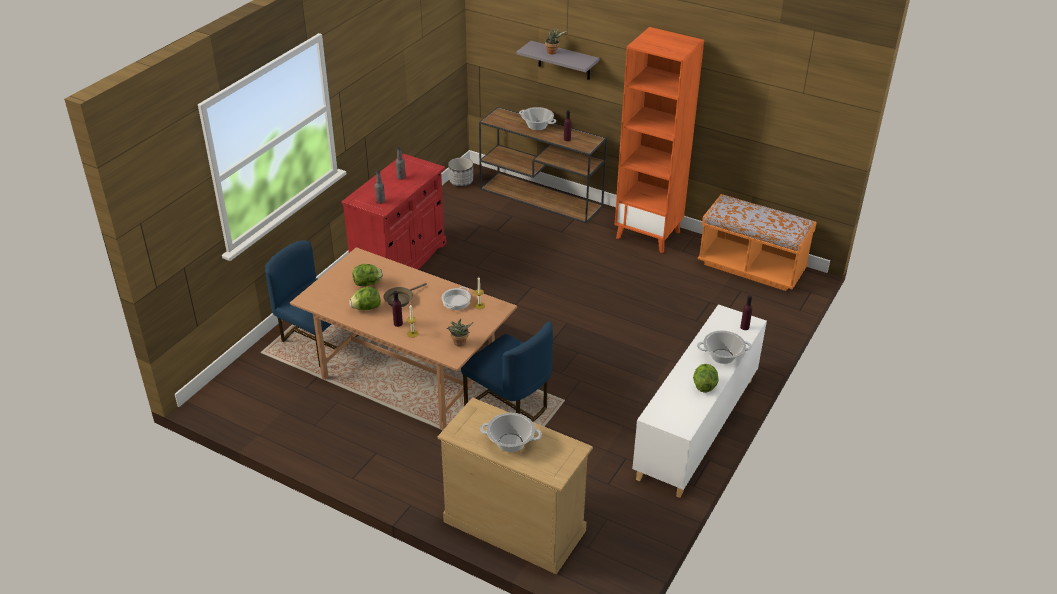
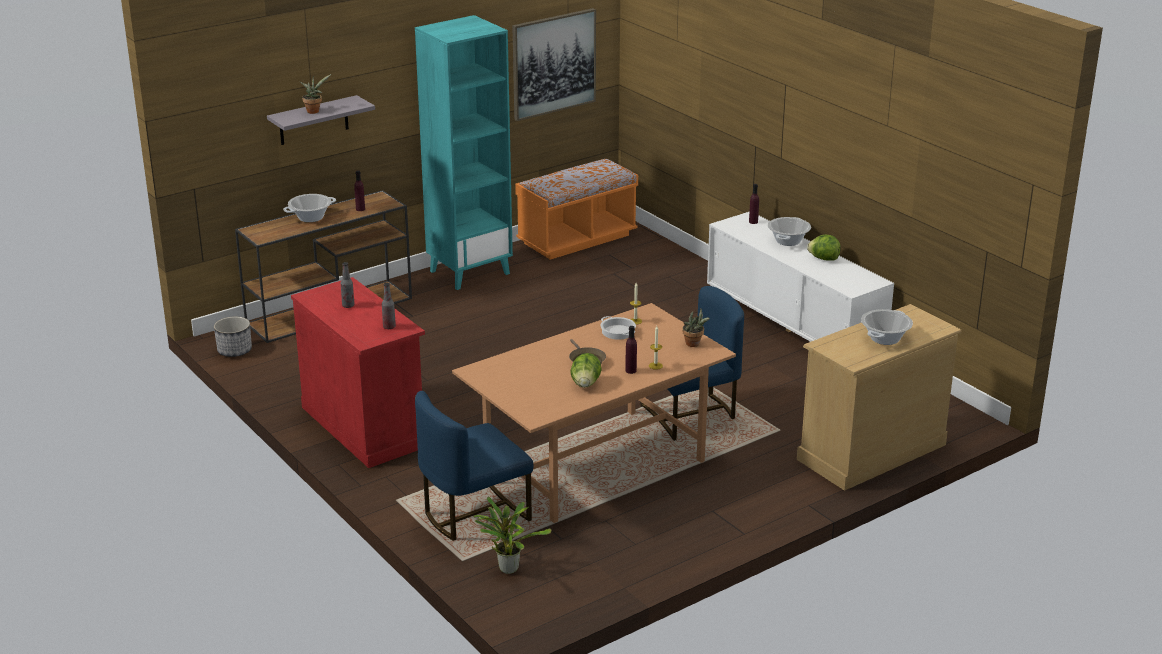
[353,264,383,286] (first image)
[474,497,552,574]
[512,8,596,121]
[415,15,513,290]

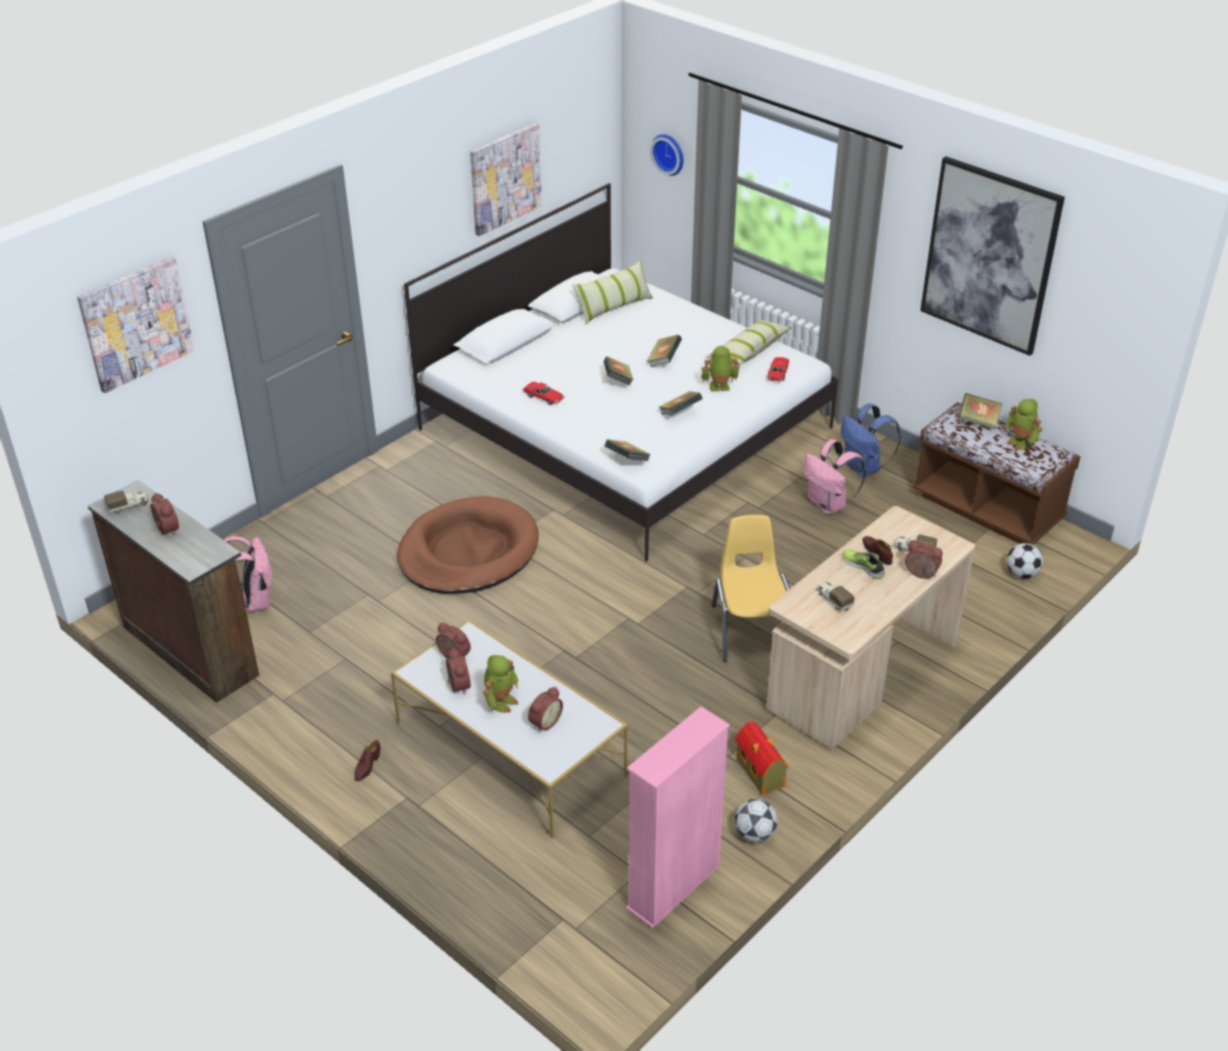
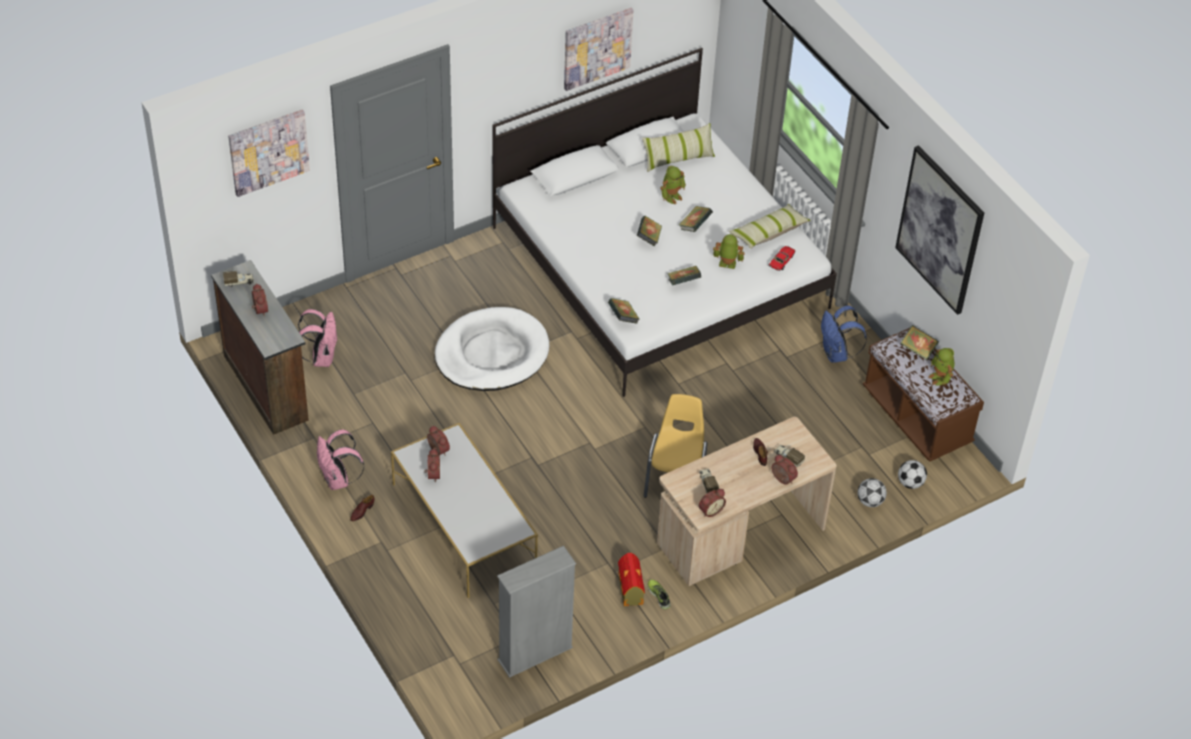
[523,381,564,405] (first image)
[650,134,684,176] (first image)
[660,166,686,204]
[699,489,726,517]
[857,478,887,507]
[317,429,364,490]
[647,579,671,610]
[435,307,549,391]
[497,546,576,678]

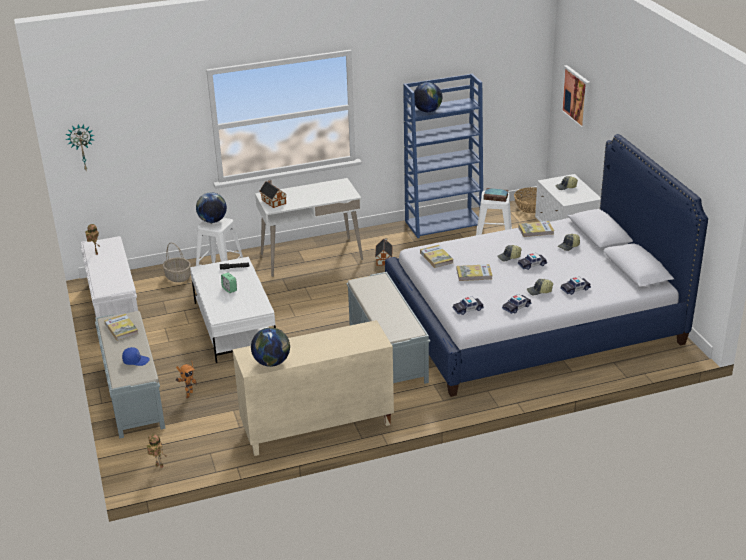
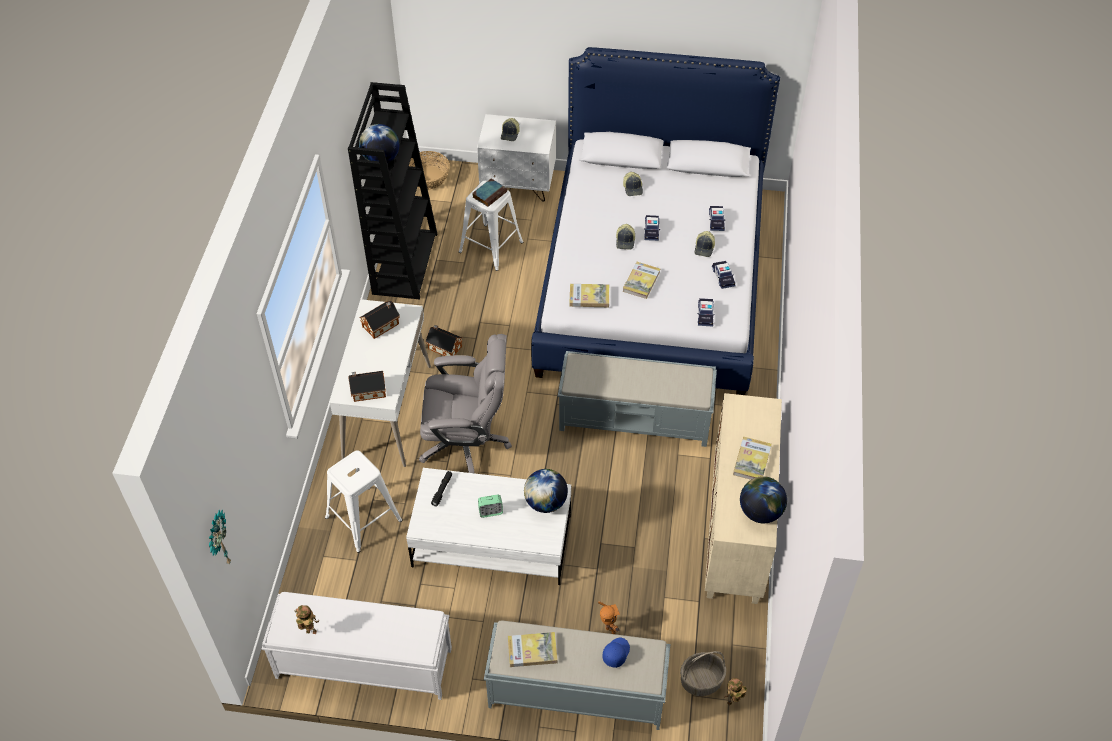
[561,65,590,130] (first image)
[359,301,400,339]
[419,334,512,473]
[680,651,726,696]
[524,469,568,513]
[733,437,772,480]
[348,82,437,300]

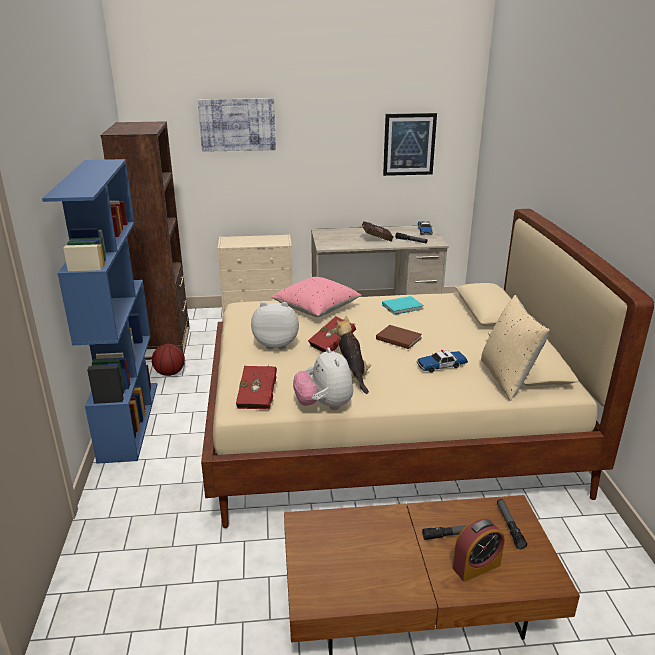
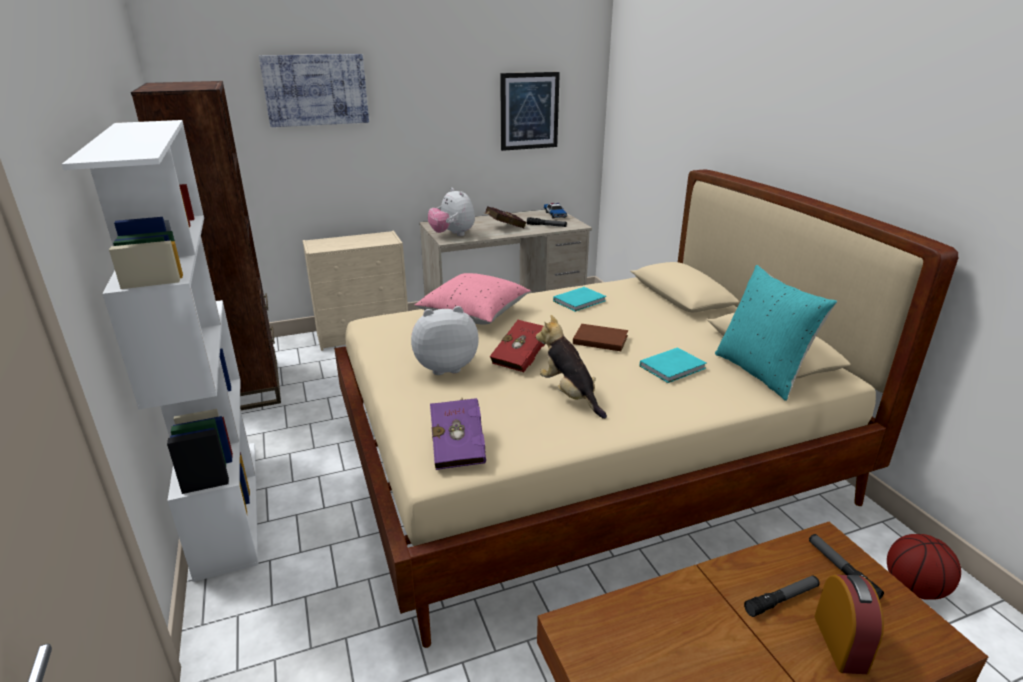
[887,534,961,600]
[428,188,475,236]
[640,347,707,383]
[62,120,258,582]
[430,398,486,470]
[715,265,837,401]
[814,575,884,674]

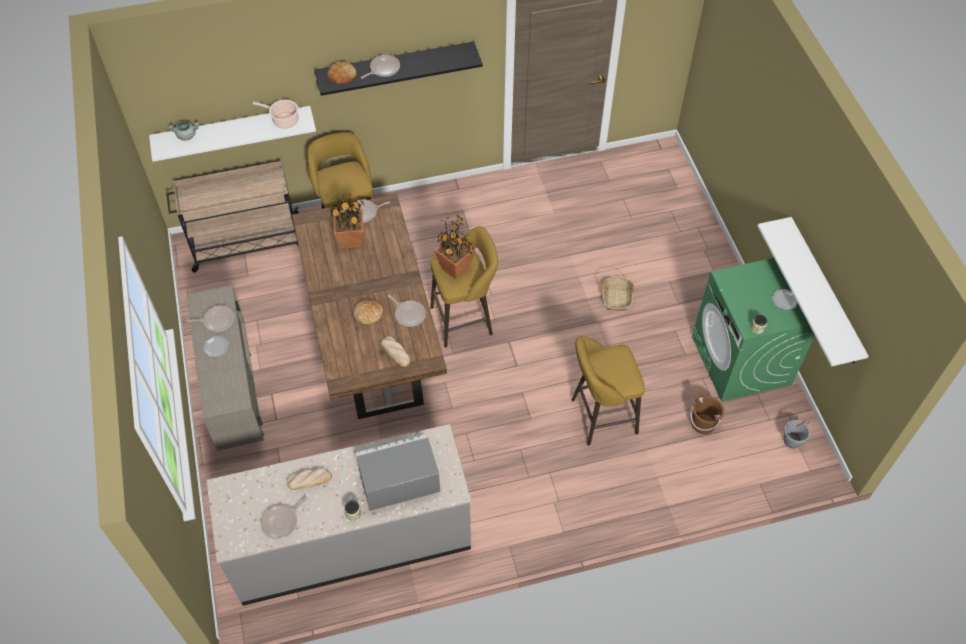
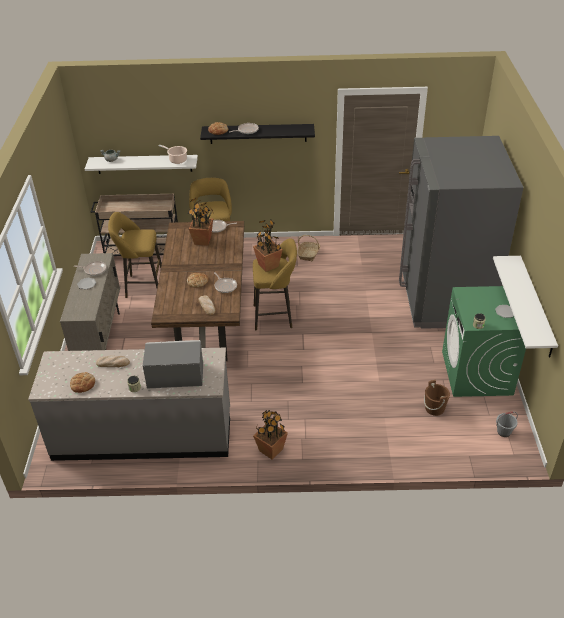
[253,410,288,460]
[399,136,523,329]
[108,212,162,298]
[297,235,320,261]
[70,372,95,393]

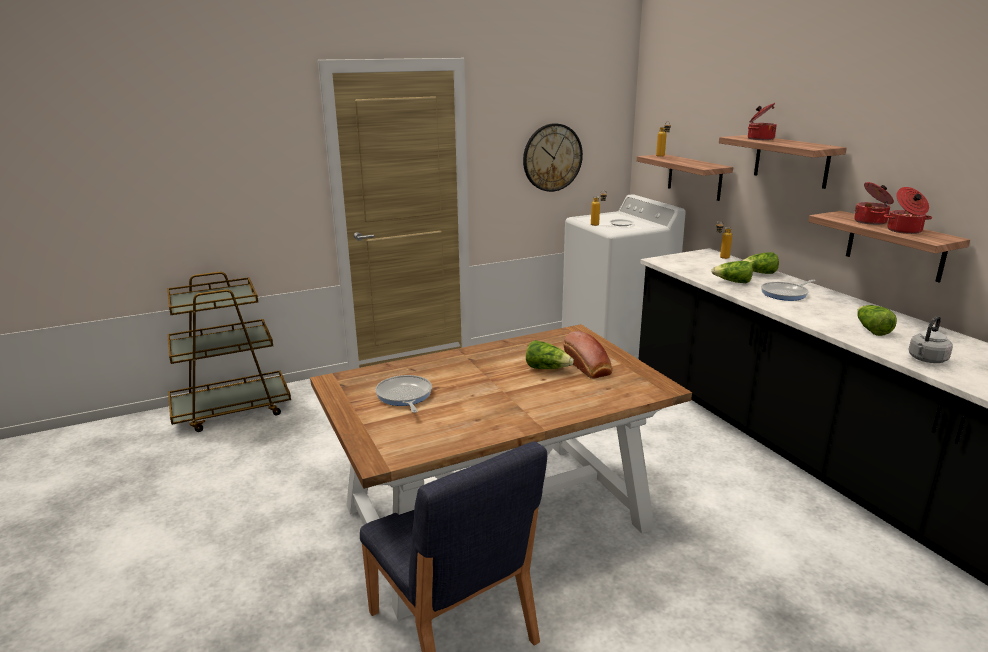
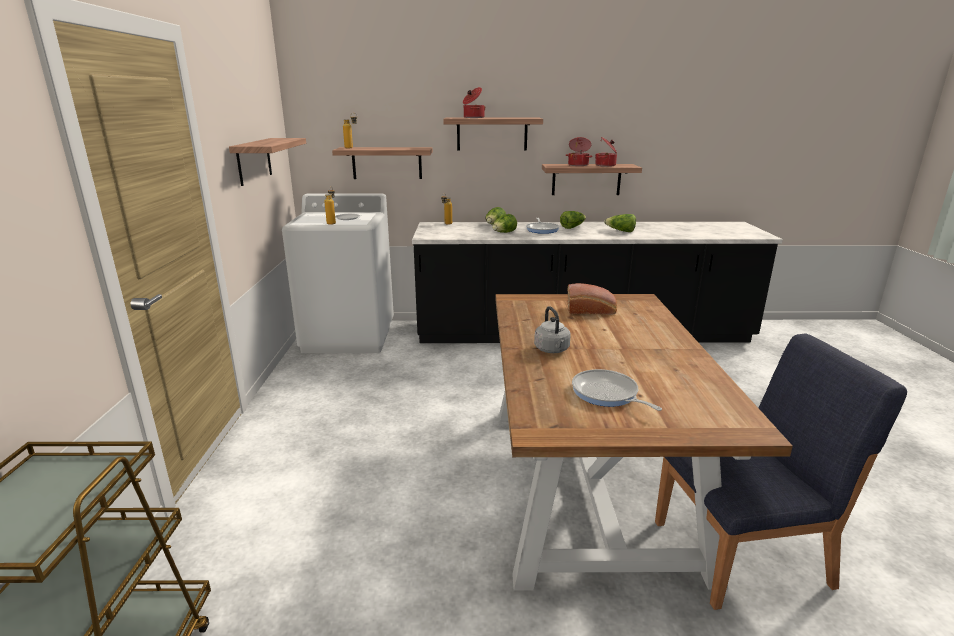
[560,211,586,229]
[534,306,571,353]
[229,138,306,186]
[572,369,662,411]

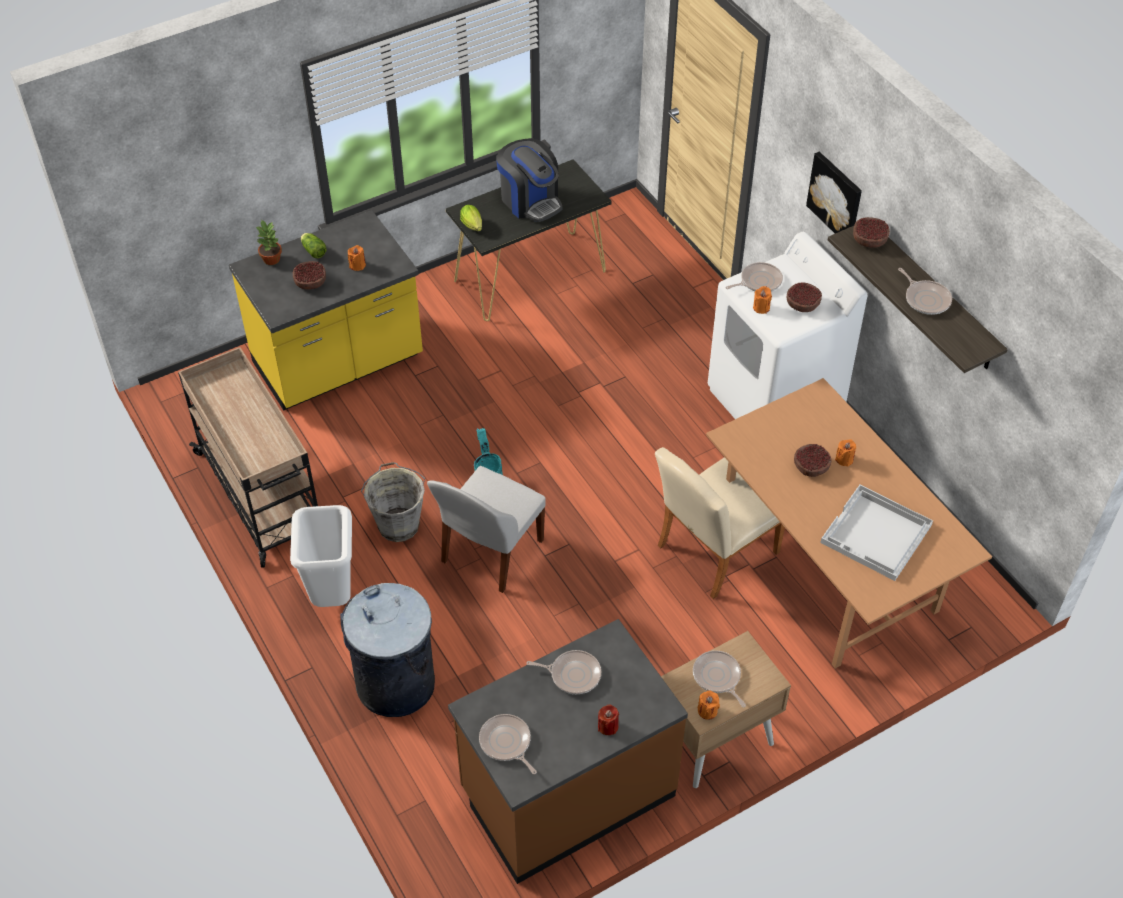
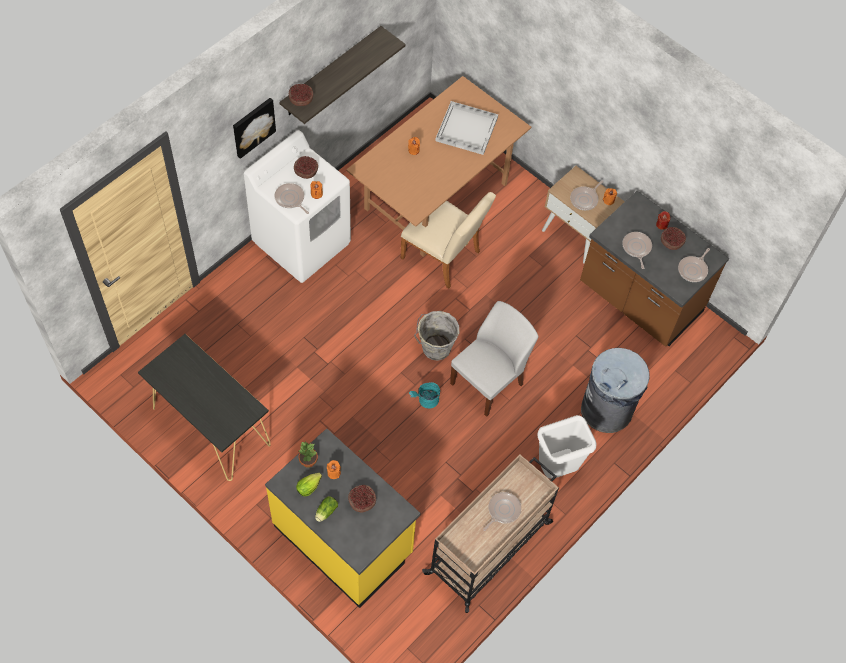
[496,138,562,222] (first image)
[298,442,318,468]
[414,311,459,361]
[296,473,322,497]
[661,227,686,250]
[483,492,521,531]
[450,301,538,417]

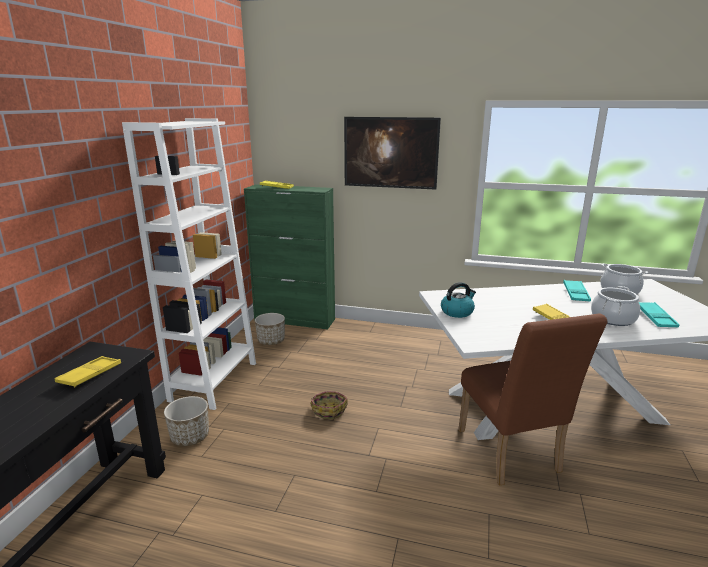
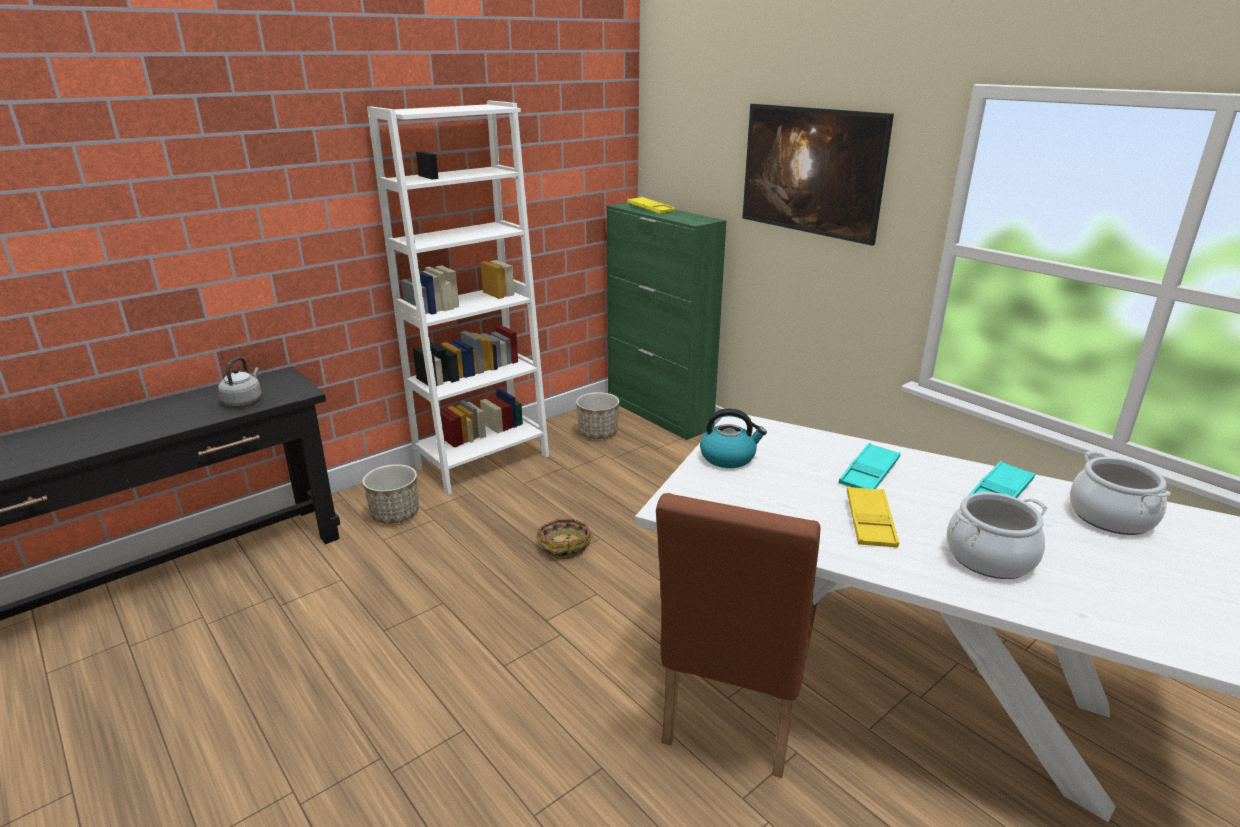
[838,443,901,489]
[218,357,261,406]

